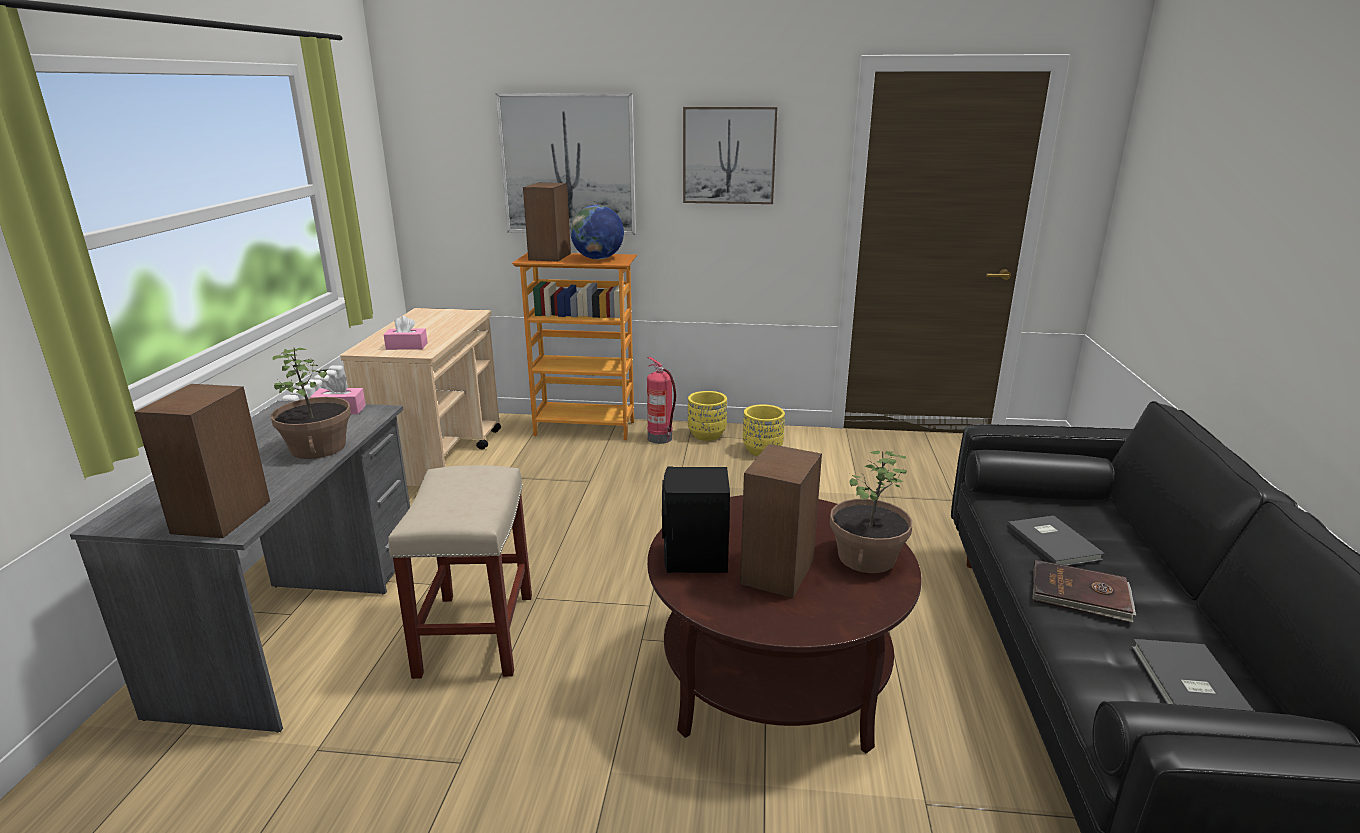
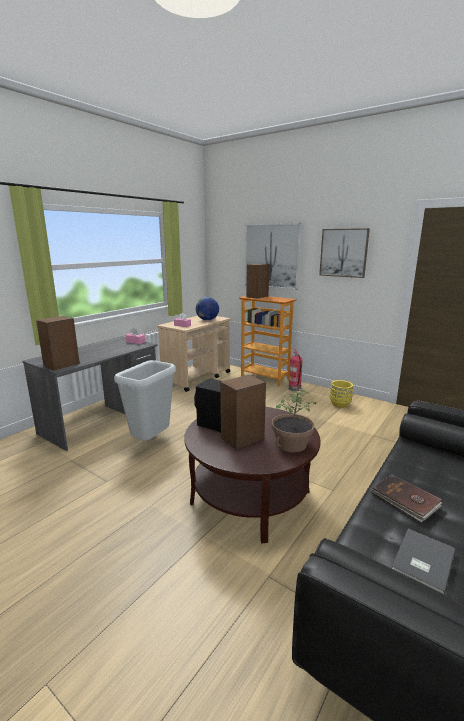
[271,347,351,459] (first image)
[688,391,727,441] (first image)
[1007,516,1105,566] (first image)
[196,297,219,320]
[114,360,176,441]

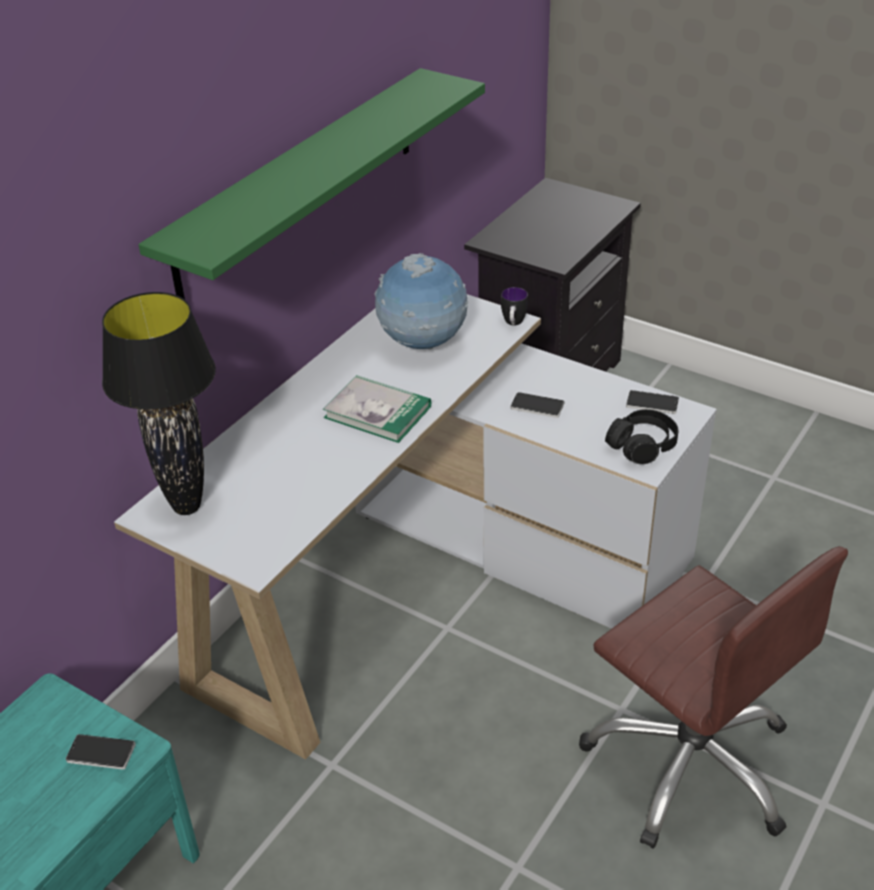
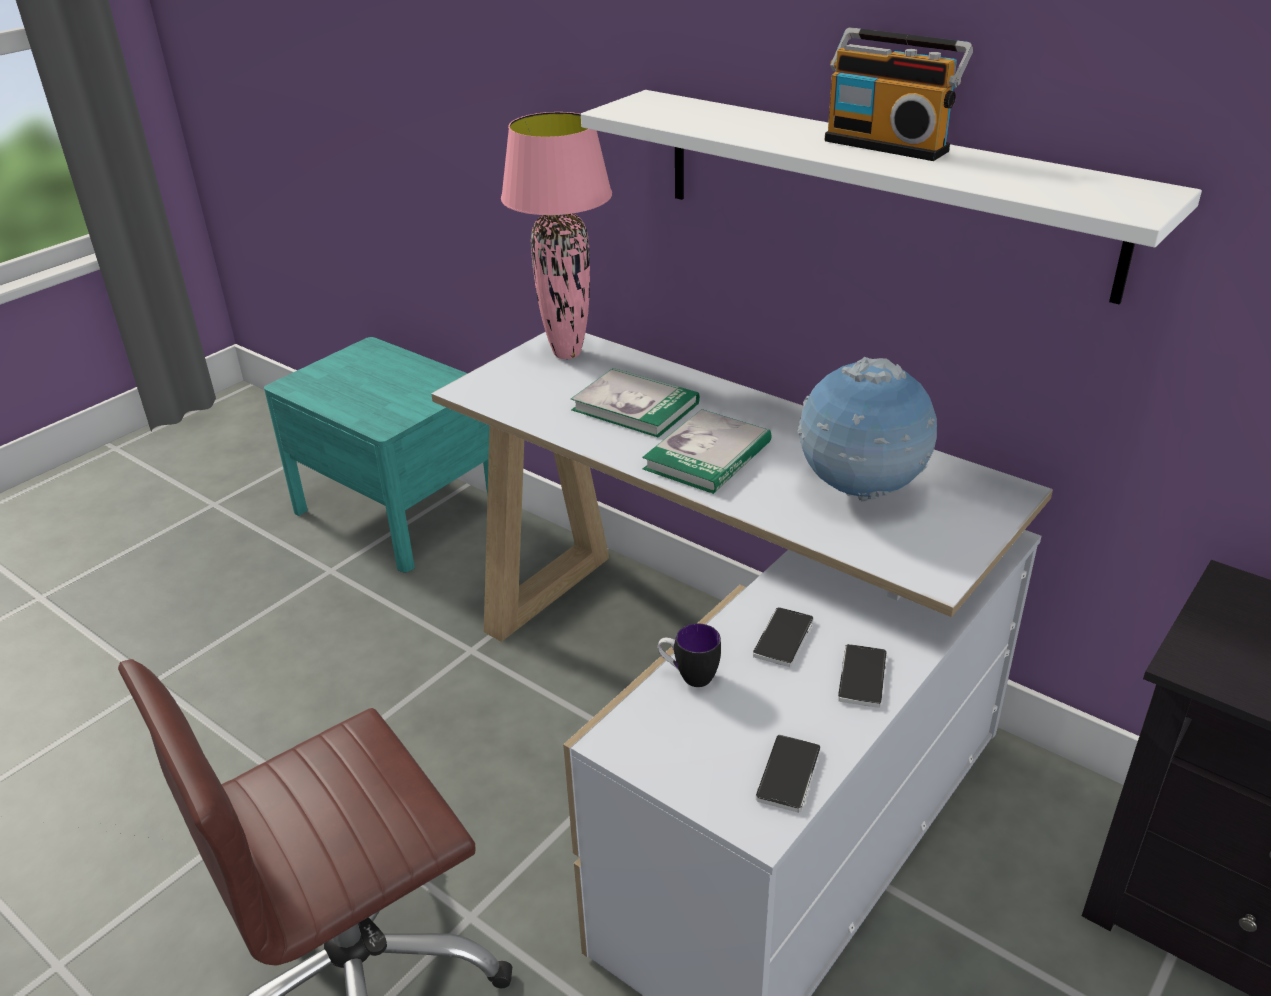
[605,409,678,464] (first image)
[571,368,700,438]
[825,28,973,161]
[838,644,887,708]
[658,624,721,687]
[501,112,612,359]
[581,90,1202,305]

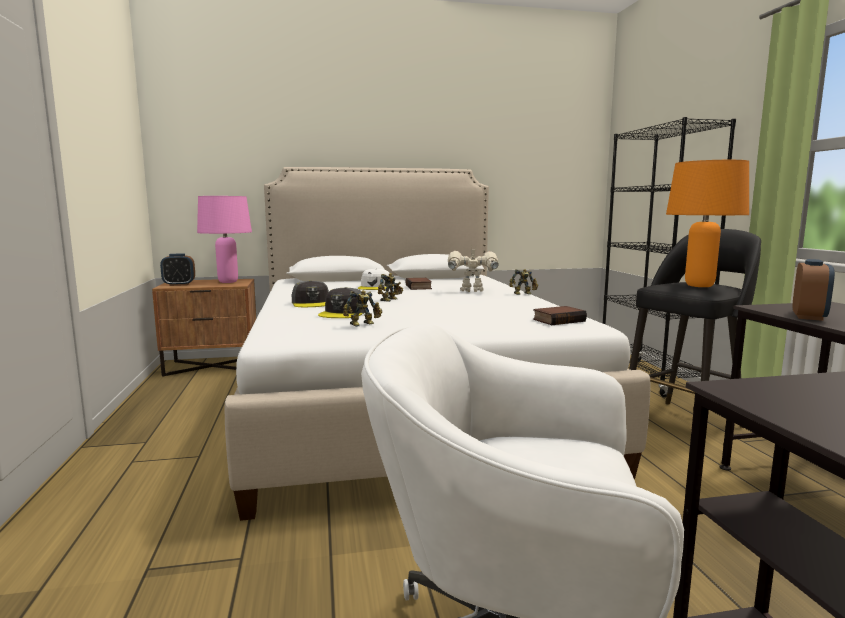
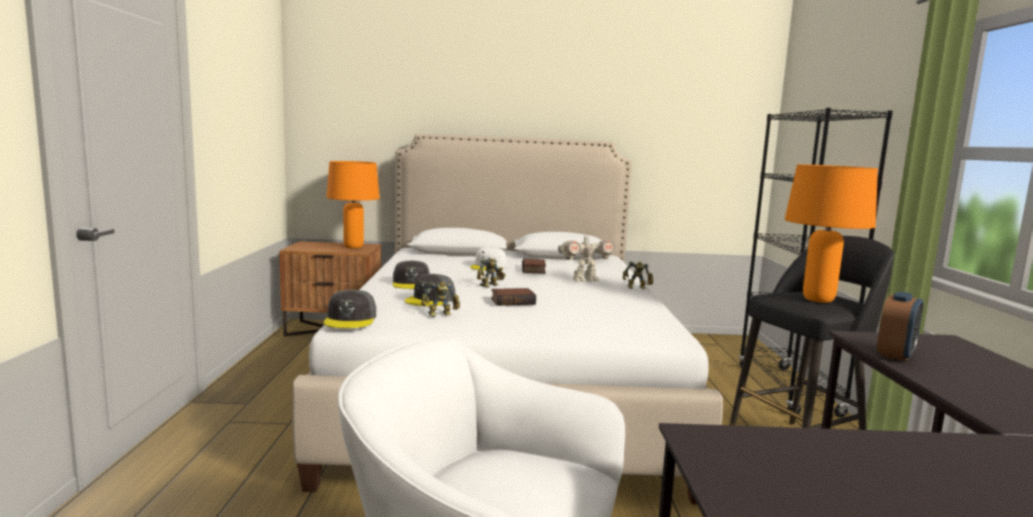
[160,254,195,286] (first image)
[323,290,376,328]
[491,288,536,306]
[326,161,380,249]
[558,231,615,282]

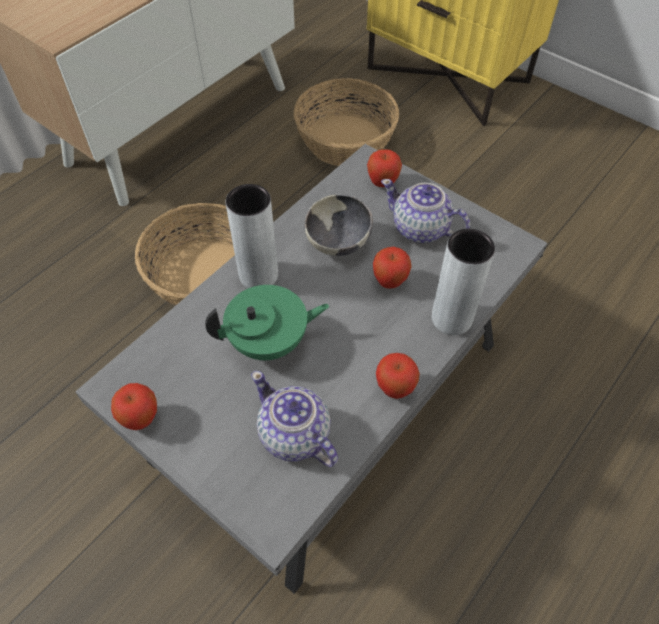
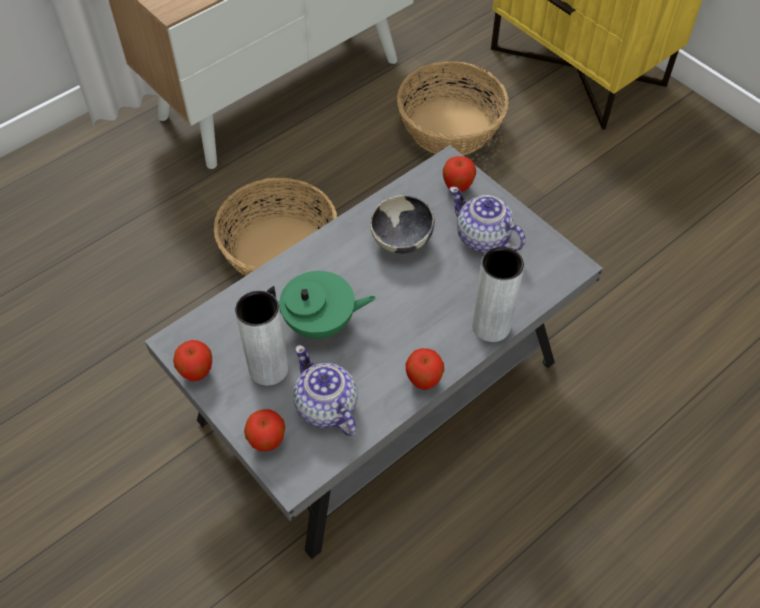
[235,290,288,386]
[244,409,285,451]

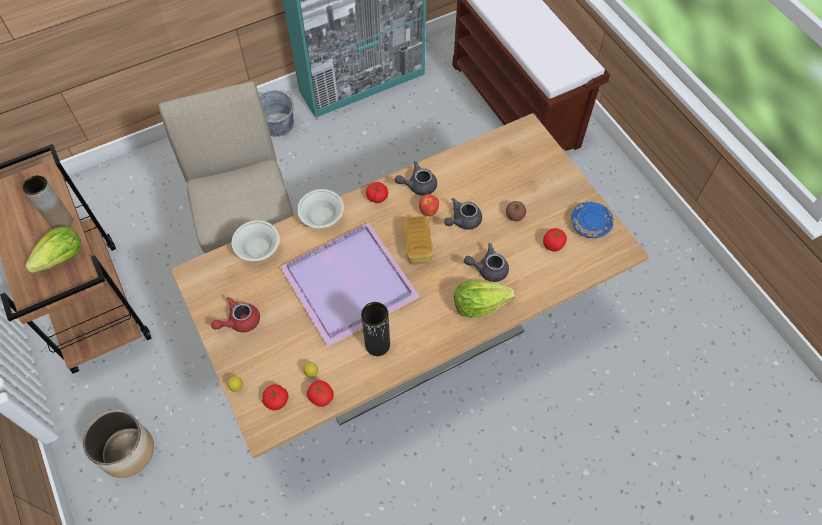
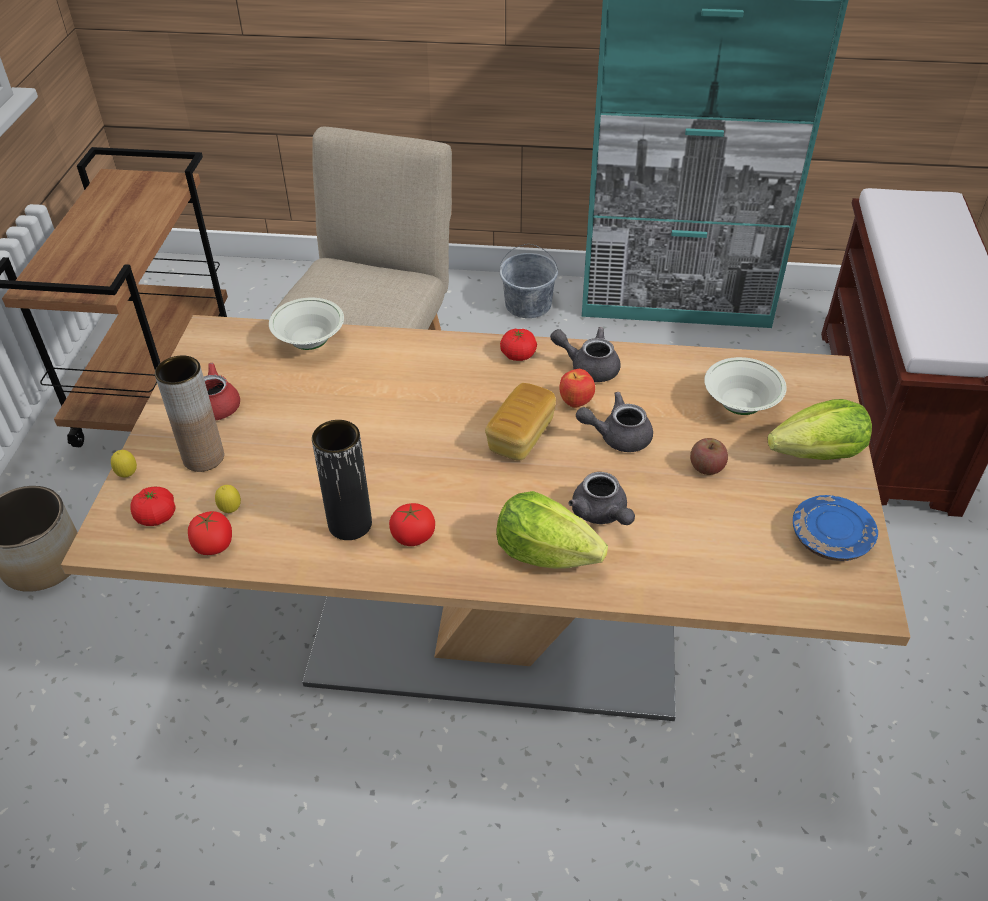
[280,223,420,347] (first image)
[155,356,224,472]
[767,399,872,460]
[704,357,787,415]
[389,503,435,546]
[568,472,635,525]

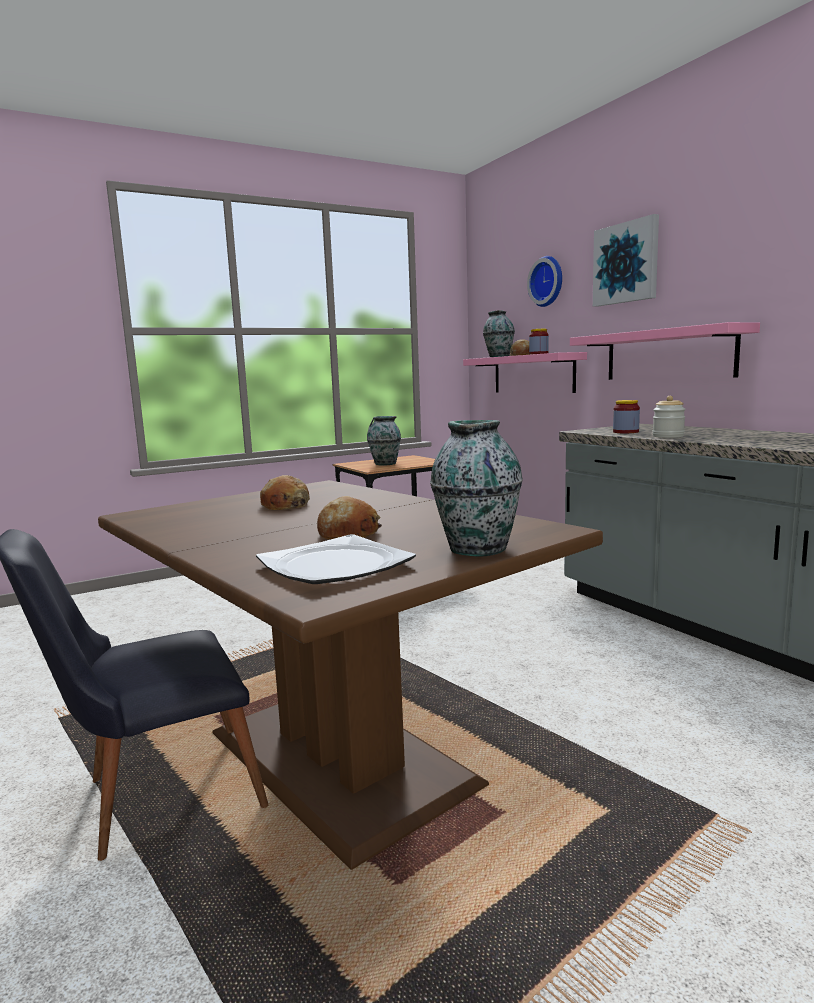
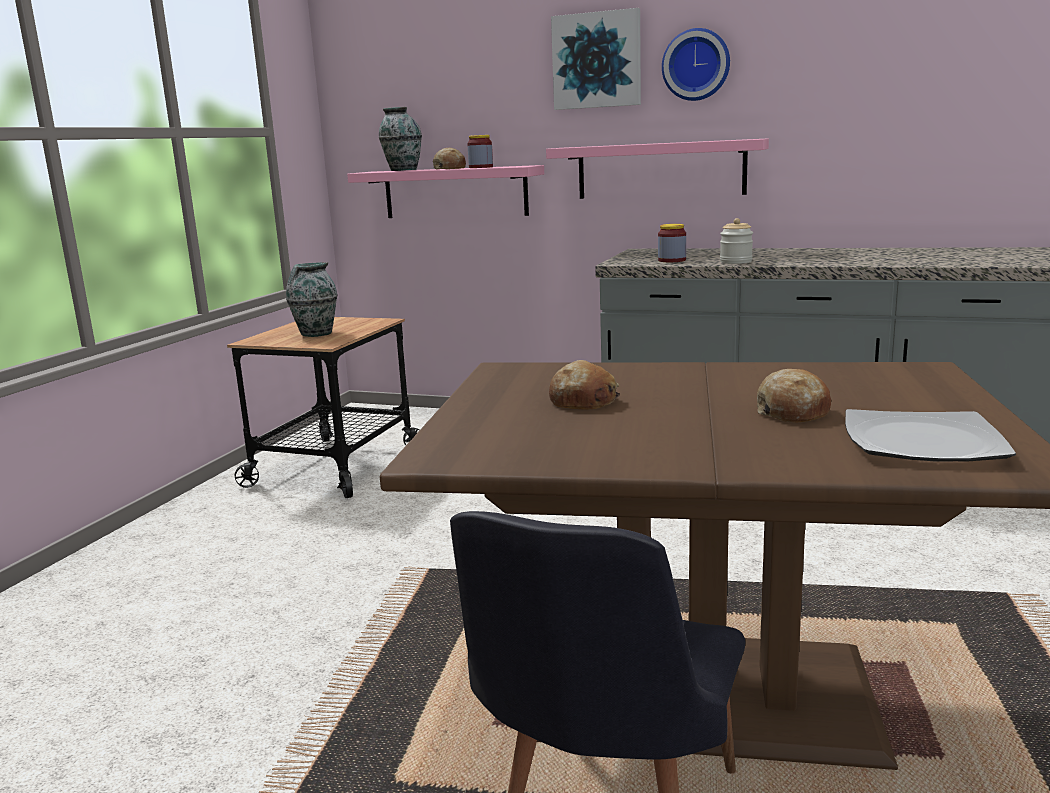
[430,420,523,557] (first image)
[662,28,730,101]

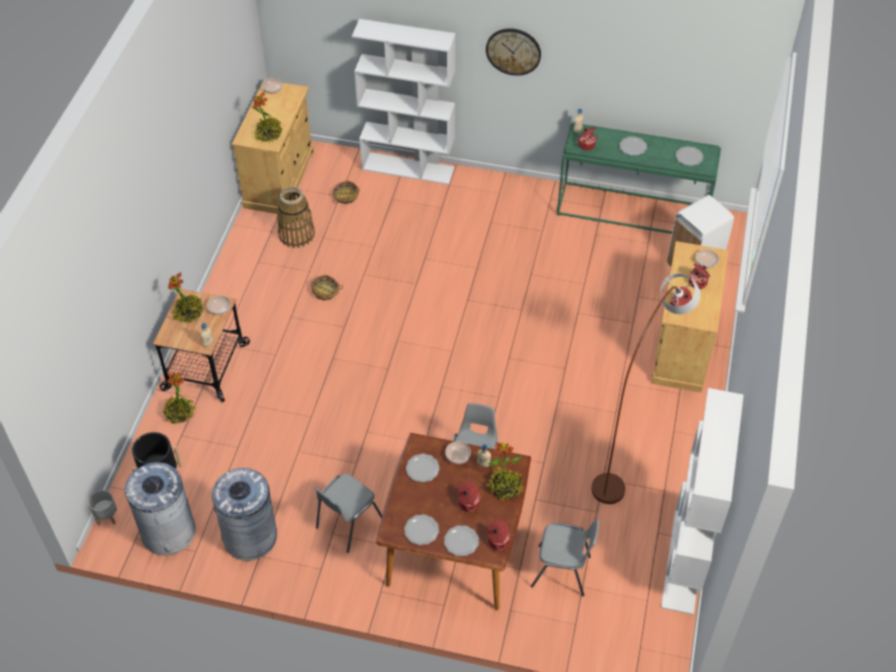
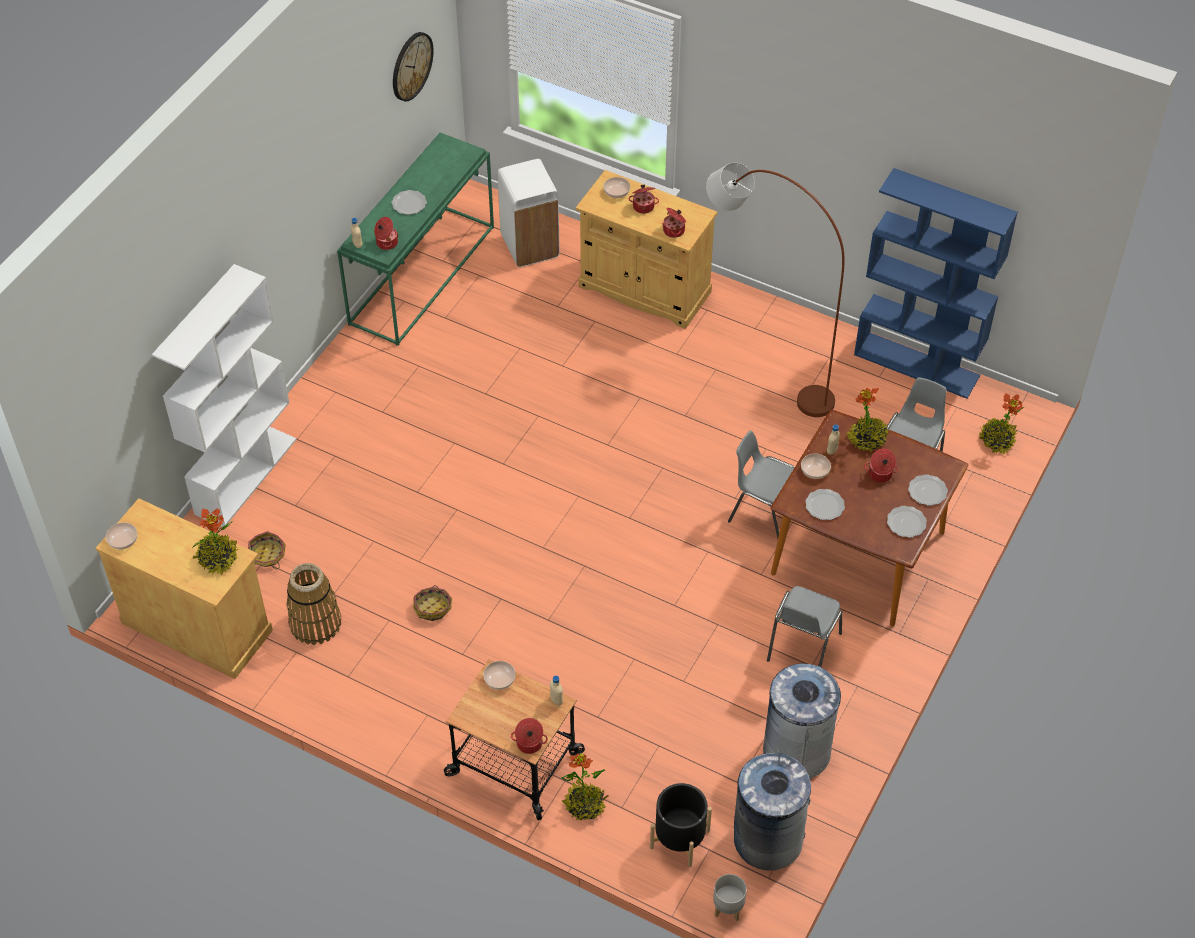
[675,146,704,166] (first image)
[979,393,1024,455]
[393,32,433,102]
[511,718,548,754]
[854,168,1018,399]
[767,586,842,667]

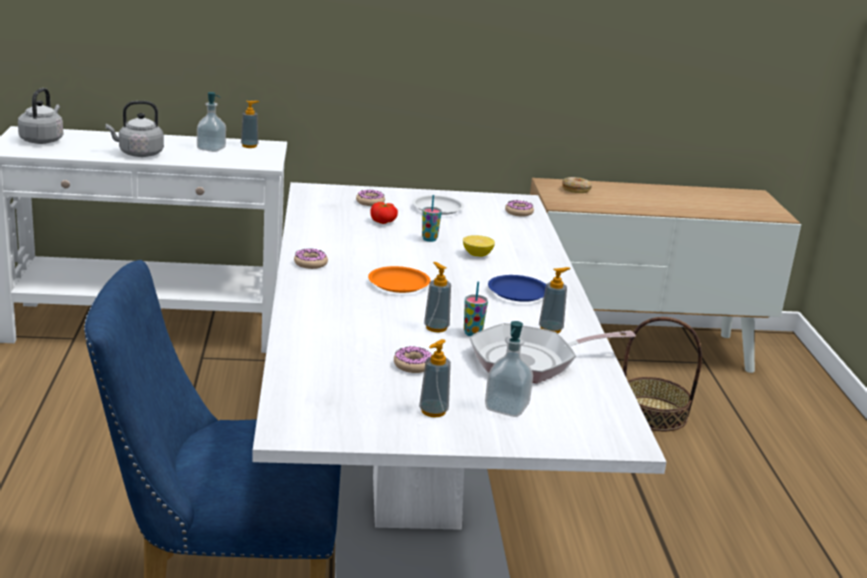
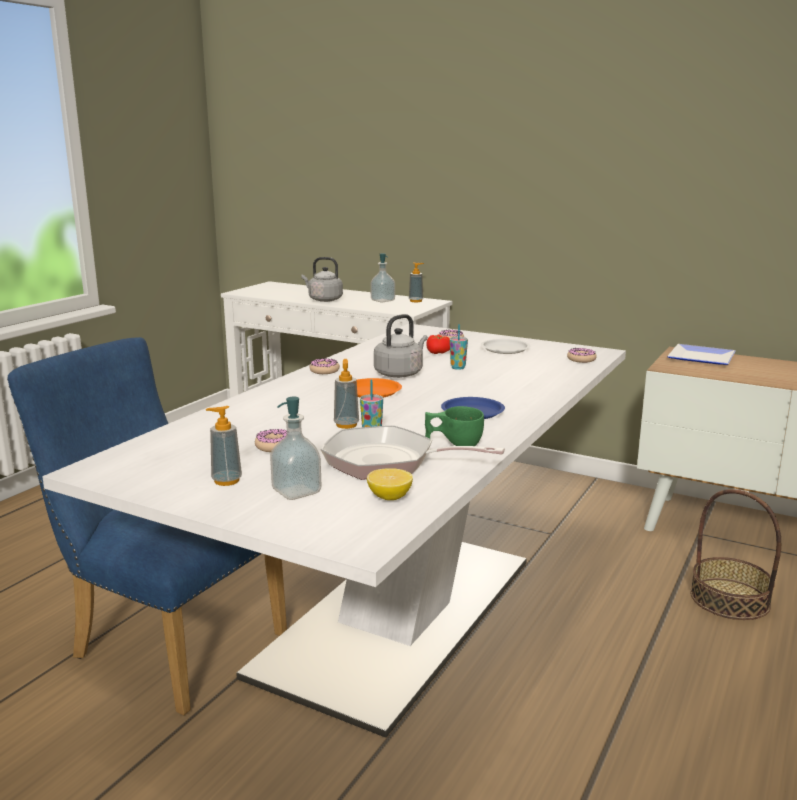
[374,314,428,378]
[367,468,413,500]
[425,406,484,446]
[667,344,735,365]

